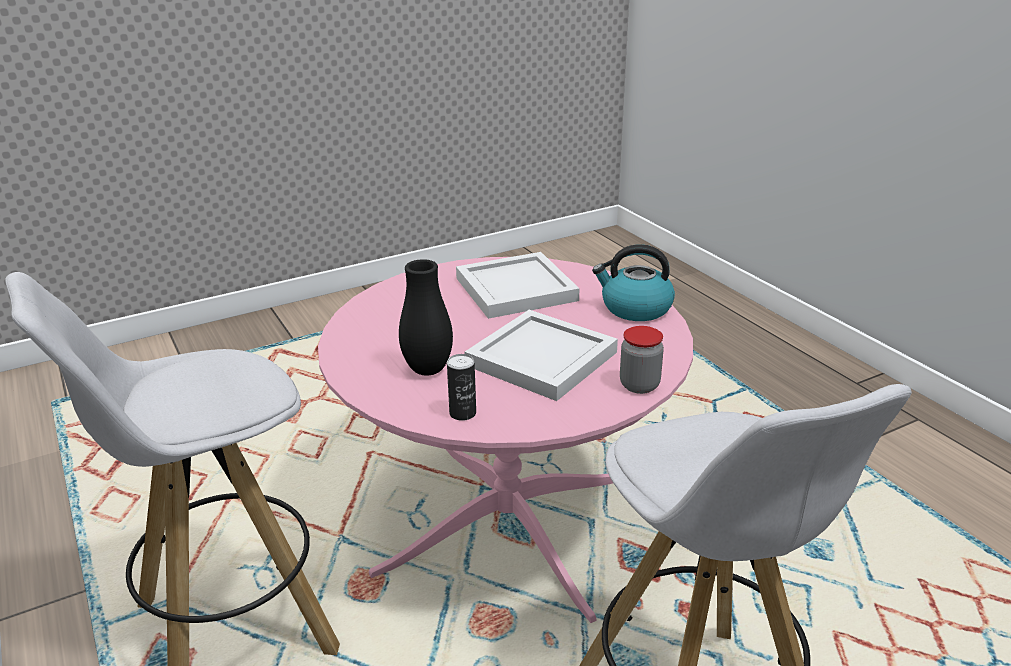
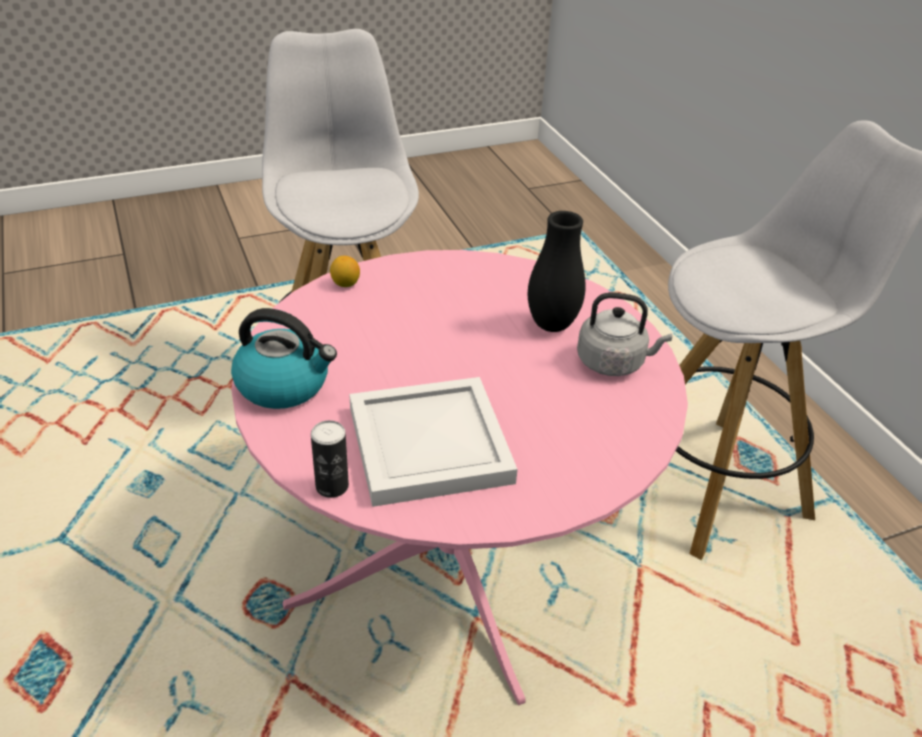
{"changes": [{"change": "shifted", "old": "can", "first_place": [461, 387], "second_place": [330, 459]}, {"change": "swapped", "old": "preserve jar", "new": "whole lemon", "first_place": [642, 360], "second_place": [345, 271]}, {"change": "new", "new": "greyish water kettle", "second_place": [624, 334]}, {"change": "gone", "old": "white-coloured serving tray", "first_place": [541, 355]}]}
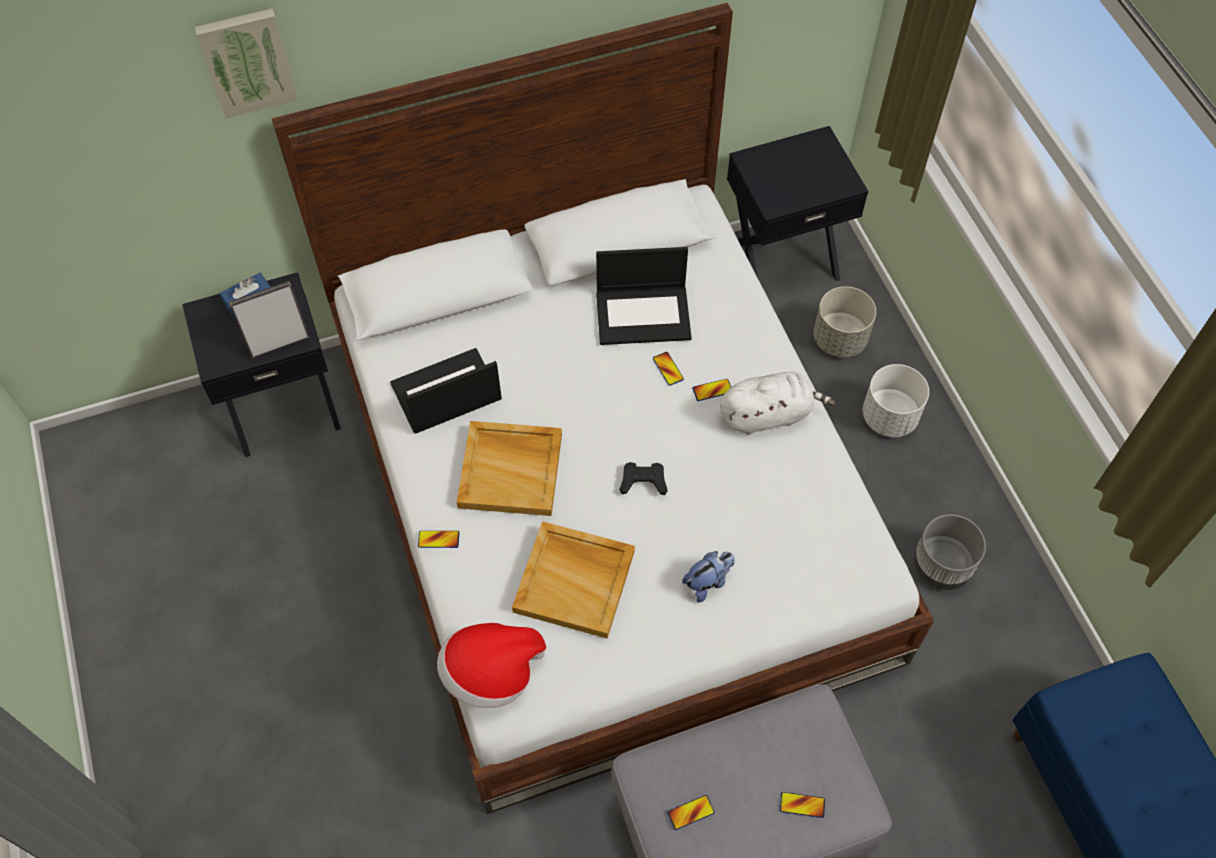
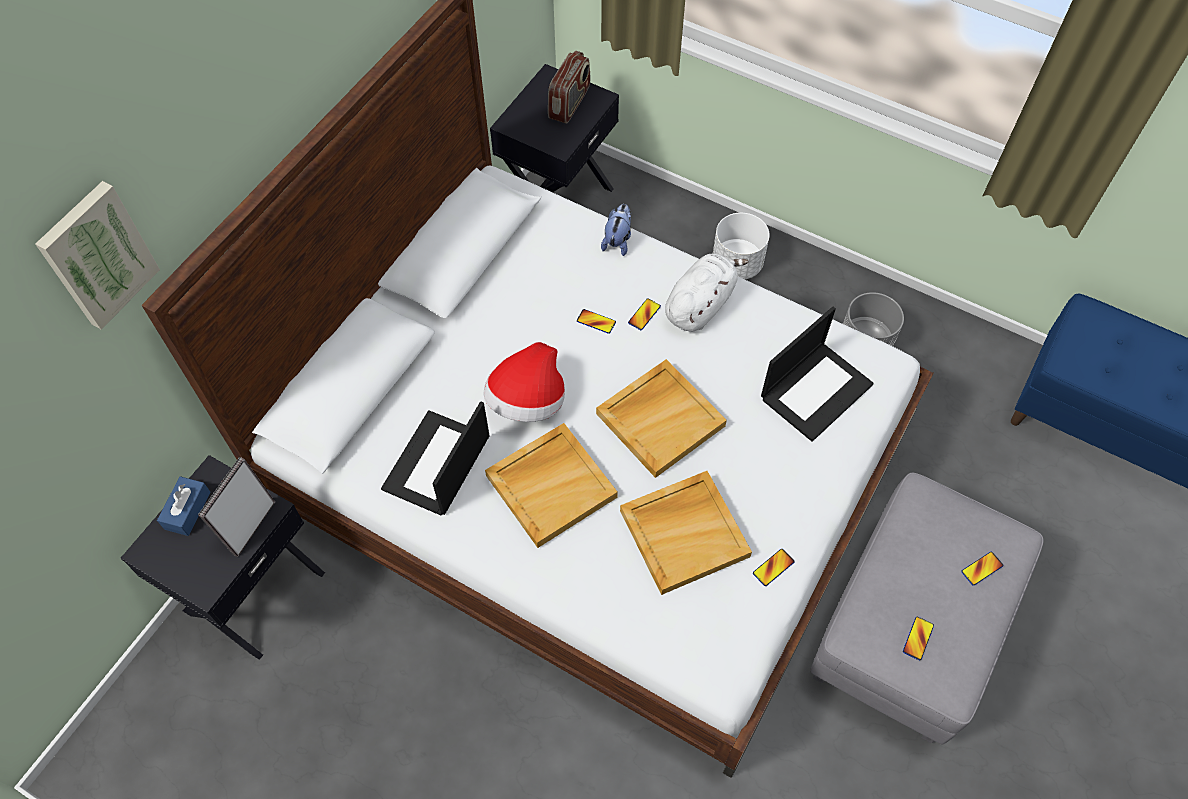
{"changes": [{"change": "shifted", "old": "clothing hat", "first_place": [491, 665], "second_place": [524, 382]}, {"change": "new", "new": "radio receiver", "second_place": [569, 87]}, {"change": "swapped", "old": "blackish joypad", "new": "beige-coloured serving tray", "first_place": [644, 478], "second_place": [661, 418]}, {"change": "shifted", "old": "plush toy", "first_place": [708, 577], "second_place": [616, 230]}, {"change": "shifted", "old": "telephone", "first_place": [439, 539], "second_place": [774, 567]}, {"change": "shifted", "old": "laptop", "first_place": [644, 296], "second_place": [817, 374]}, {"change": "gone", "old": "greyish flower pot", "first_place": [845, 322]}]}
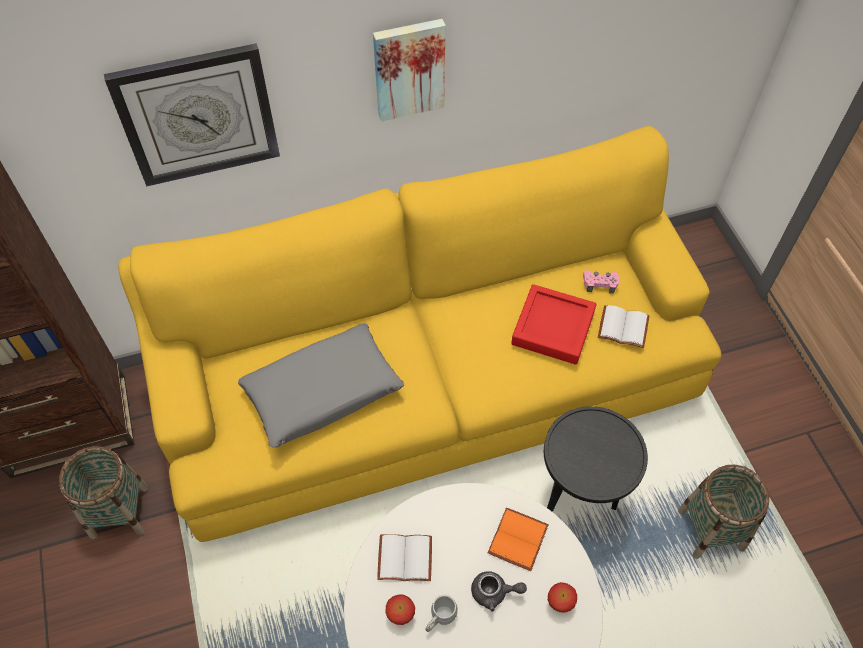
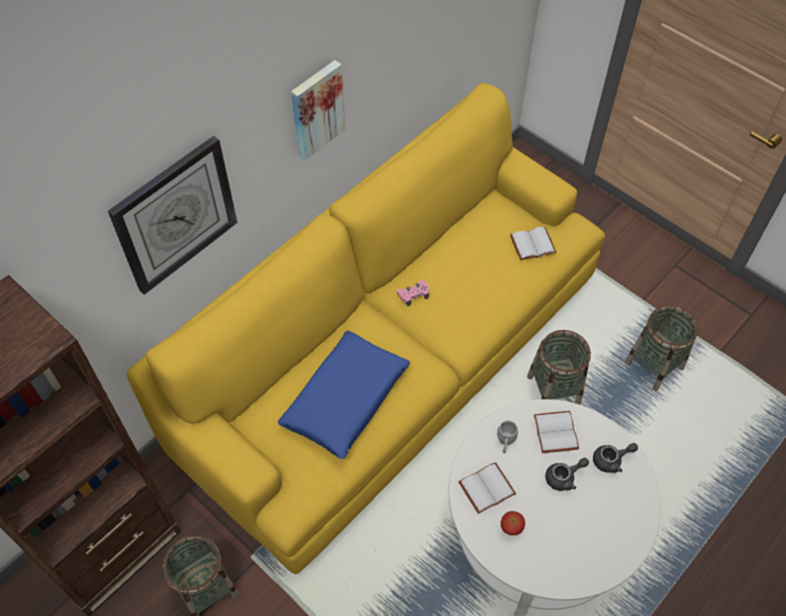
{"changes": [{"change": "repainted", "old": "greyish throw pillow", "new": "blue-coloured throw pillow", "first_place": [321, 386], "second_place": [344, 395]}, {"change": "shifted", "old": "pink joypad", "first_place": [601, 282], "second_place": [413, 293]}, {"change": "shifted", "old": "greyish coffee mug", "first_place": [442, 613], "second_place": [507, 436]}, {"change": "swapped", "old": "blackish end table", "new": "basket", "first_place": [596, 459], "second_place": [559, 367]}, {"change": "repainted", "old": "orangey bound book", "new": "white-coloured bound book", "first_place": [518, 539], "second_place": [556, 432]}, {"change": "swapped", "old": "apple fruit", "new": "greyish tea pot", "first_place": [562, 597], "second_place": [615, 458]}, {"change": "gone", "old": "red-coloured serving tray", "first_place": [553, 324]}]}
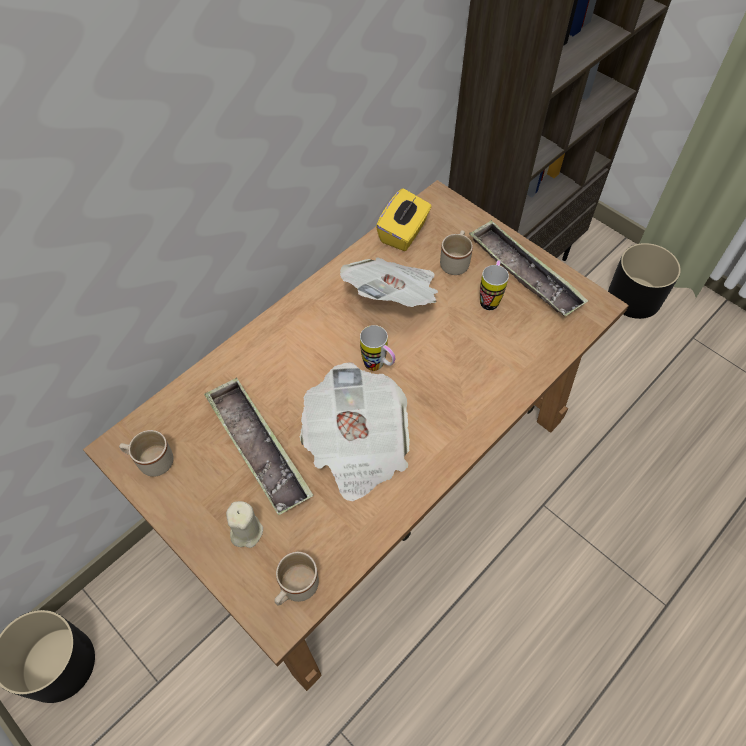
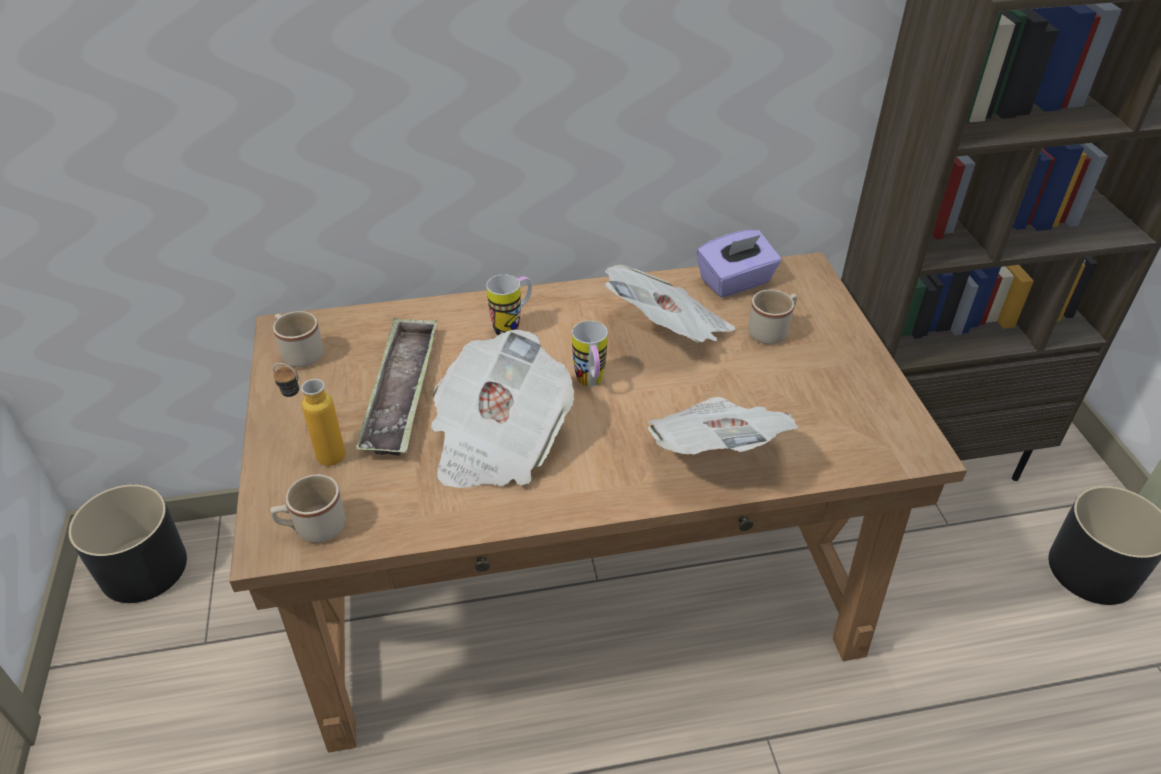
{"changes": [{"change": "swapped", "old": "beige-coloured wax candle", "new": "drink bottle", "first_place": [244, 524], "second_place": [309, 414]}, {"change": "shifted", "old": "coffee mug", "first_place": [494, 285], "second_place": [509, 304]}, {"change": "new", "new": "daily paper", "second_place": [722, 425]}, {"change": "repainted", "old": "yellowish box of tissues", "new": "purple-coloured box of tissues", "first_place": [404, 219], "second_place": [739, 264]}, {"change": "gone", "old": "serving tray", "first_place": [528, 268]}]}
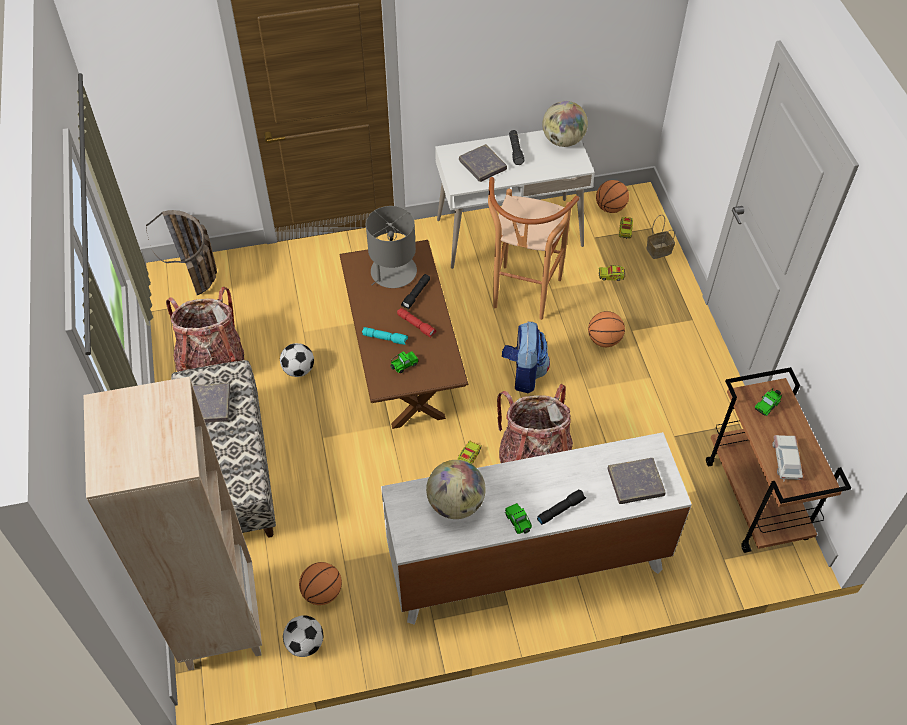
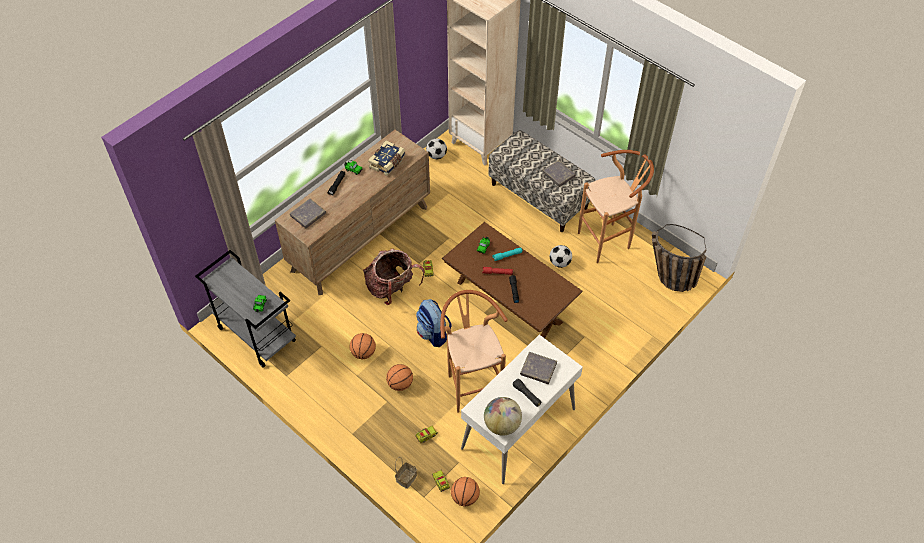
{"changes": [{"change": "repainted", "old": "brownish wheeled cart", "new": "greyish wheeled cart", "first_place": [778, 460], "second_place": [245, 309]}, {"change": "repainted", "old": "white-coloured drawer chest", "new": "brownish drawer chest", "first_place": [536, 528], "second_place": [352, 212]}, {"change": "shifted", "old": "ball for basketball", "first_place": [320, 583], "second_place": [362, 346]}, {"change": "swapped", "old": "world globe", "new": "bound book", "first_place": [456, 489], "second_place": [386, 158]}, {"change": "swapped", "old": "rucksack", "new": "brownish stool seat", "first_place": [205, 329], "second_place": [616, 206]}, {"change": "gone", "old": "greyish table lamp", "first_place": [391, 247]}, {"change": "gone", "old": "model car", "first_place": [787, 458]}]}
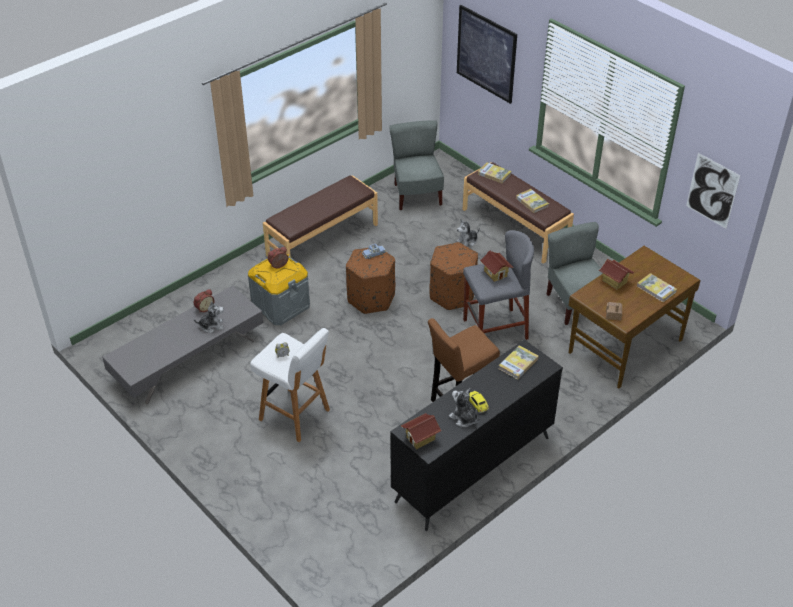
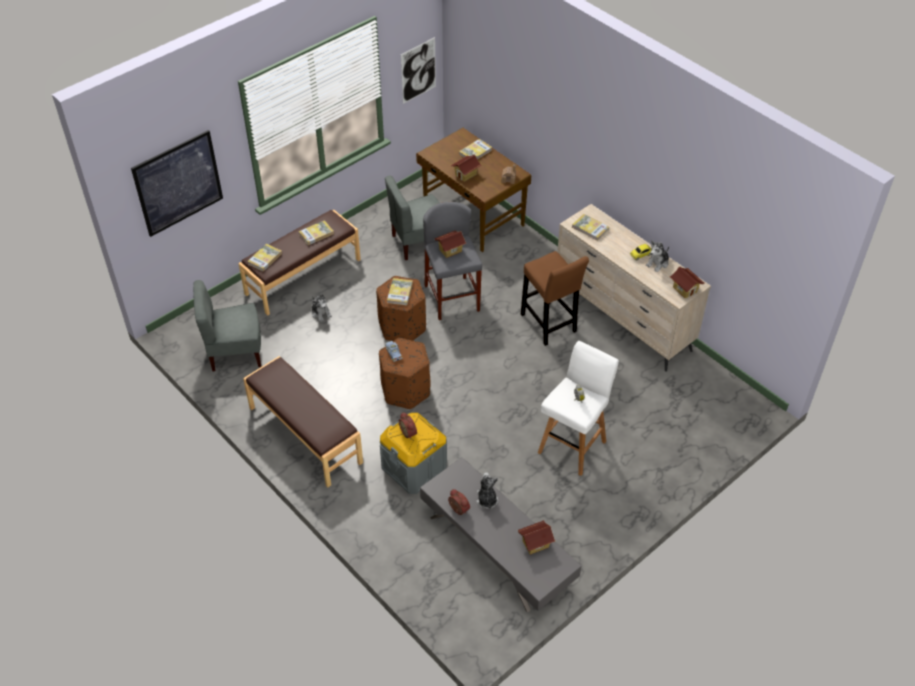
{"changes": [{"change": "new", "new": "bound book", "second_place": [400, 291]}, {"change": "new", "new": "miniature house", "second_place": [536, 537]}, {"change": "repainted", "old": "blackish drawer chest", "new": "beige-coloured drawer chest", "first_place": [476, 435], "second_place": [634, 288]}]}
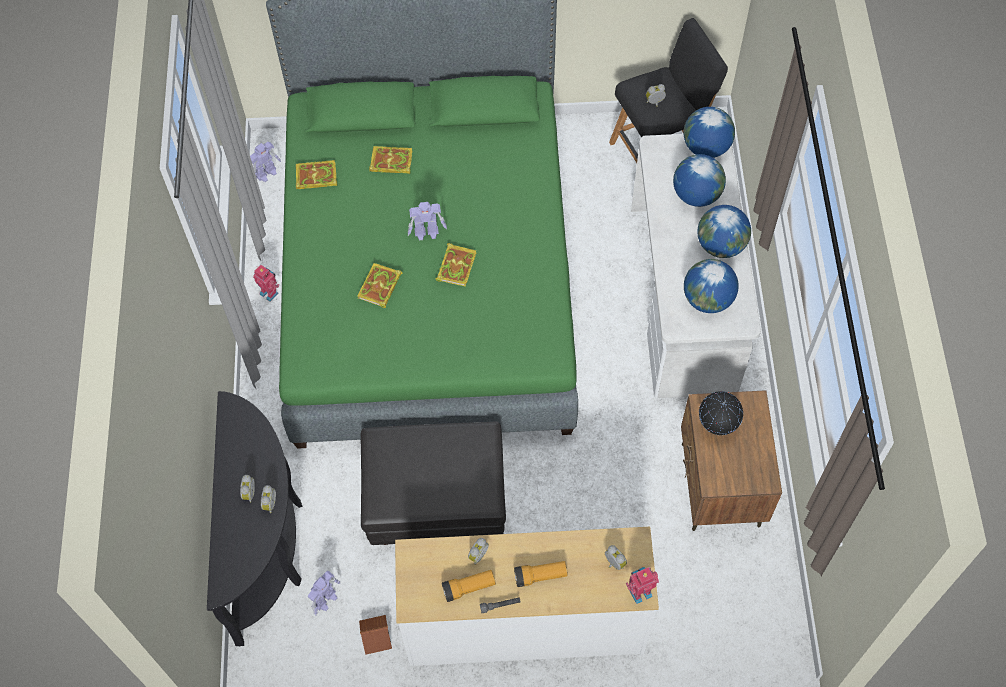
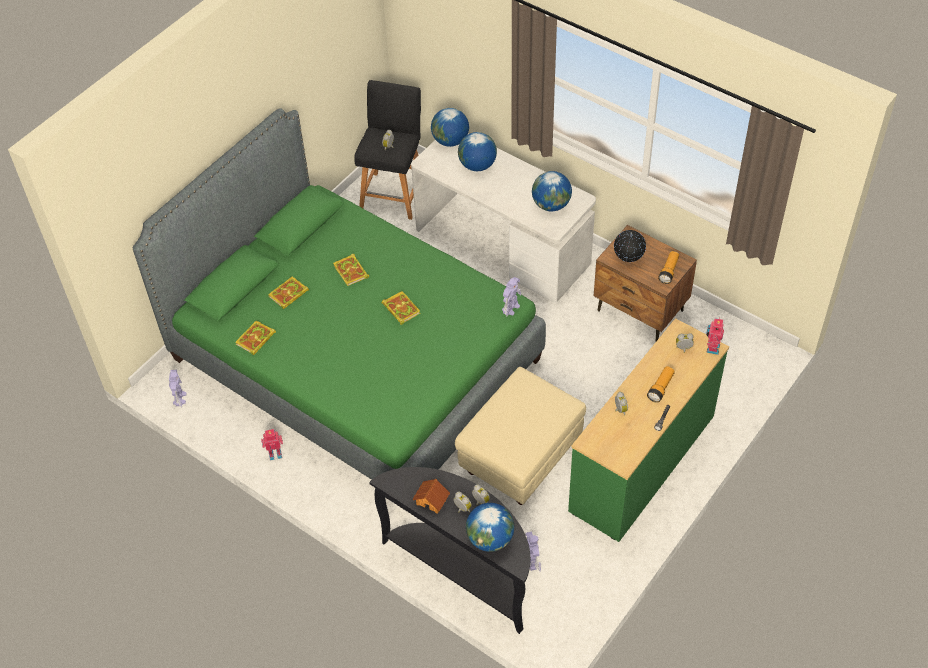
{"changes": [{"change": "shifted", "old": "bound book", "first_place": [380, 285], "second_place": [351, 270]}, {"change": "shifted", "old": "miniature house", "first_place": [375, 635], "second_place": [431, 496]}, {"change": "repainted", "old": "blackish pouffe", "new": "beige-coloured pouffe", "first_place": [433, 483], "second_place": [520, 436]}, {"change": "shifted", "old": "world globe", "first_place": [724, 231], "second_place": [490, 527]}, {"change": "shifted", "old": "robot figure", "first_place": [427, 221], "second_place": [511, 297]}, {"change": "repainted", "old": "white-coloured drawer chest", "new": "greenish drawer chest", "first_place": [527, 596], "second_place": [648, 430]}, {"change": "shifted", "old": "hand torch", "first_place": [469, 586], "second_place": [668, 267]}]}
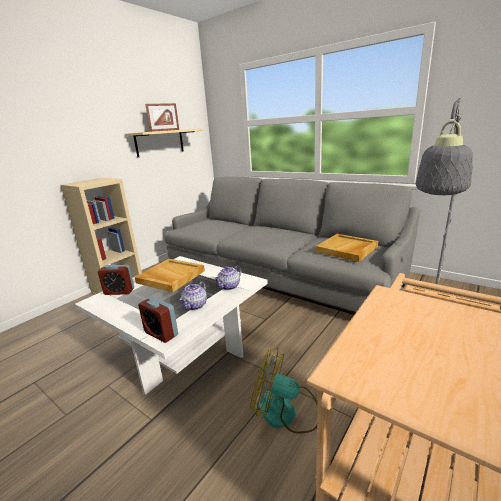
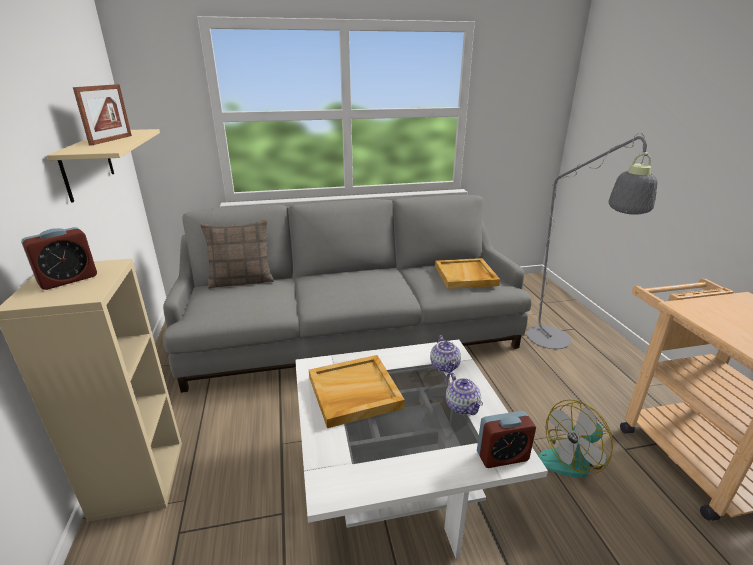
{"changes": [{"change": "shifted", "old": "alarm clock", "first_place": [116, 279], "second_place": [59, 258]}, {"change": "new", "new": "throw pillow", "second_place": [237, 254]}]}
